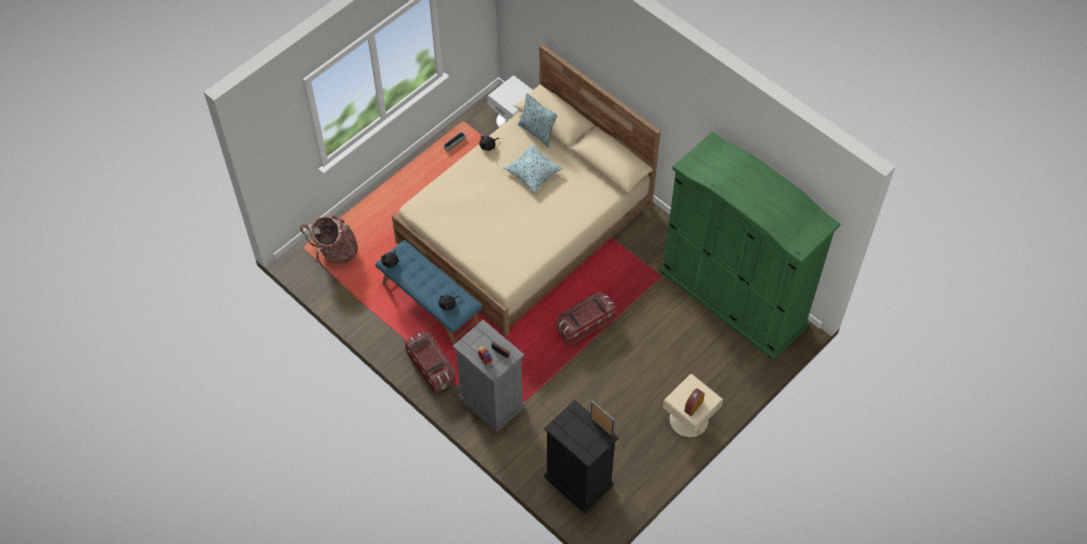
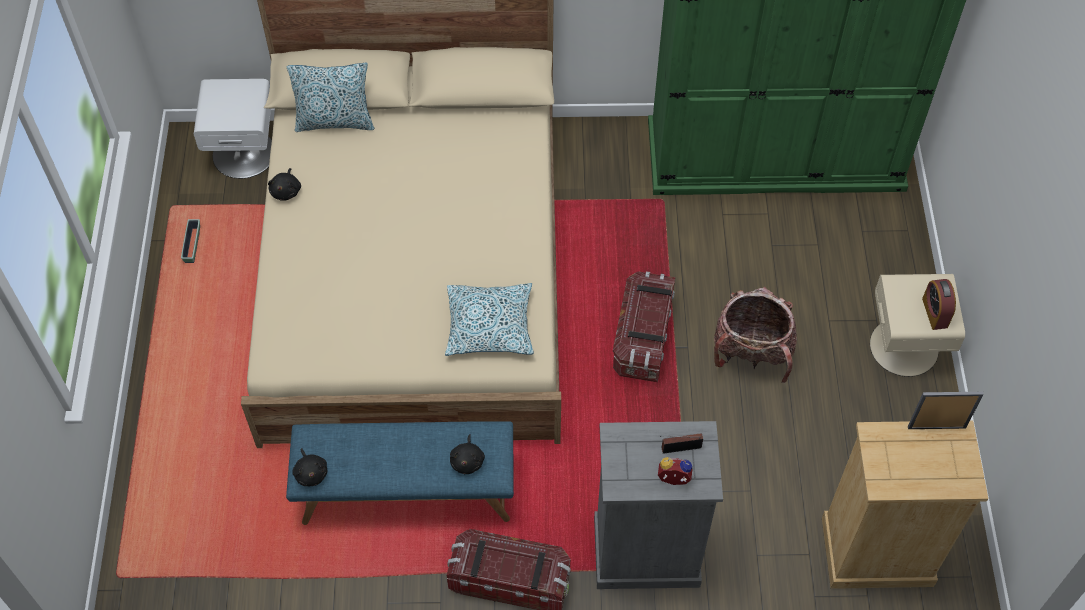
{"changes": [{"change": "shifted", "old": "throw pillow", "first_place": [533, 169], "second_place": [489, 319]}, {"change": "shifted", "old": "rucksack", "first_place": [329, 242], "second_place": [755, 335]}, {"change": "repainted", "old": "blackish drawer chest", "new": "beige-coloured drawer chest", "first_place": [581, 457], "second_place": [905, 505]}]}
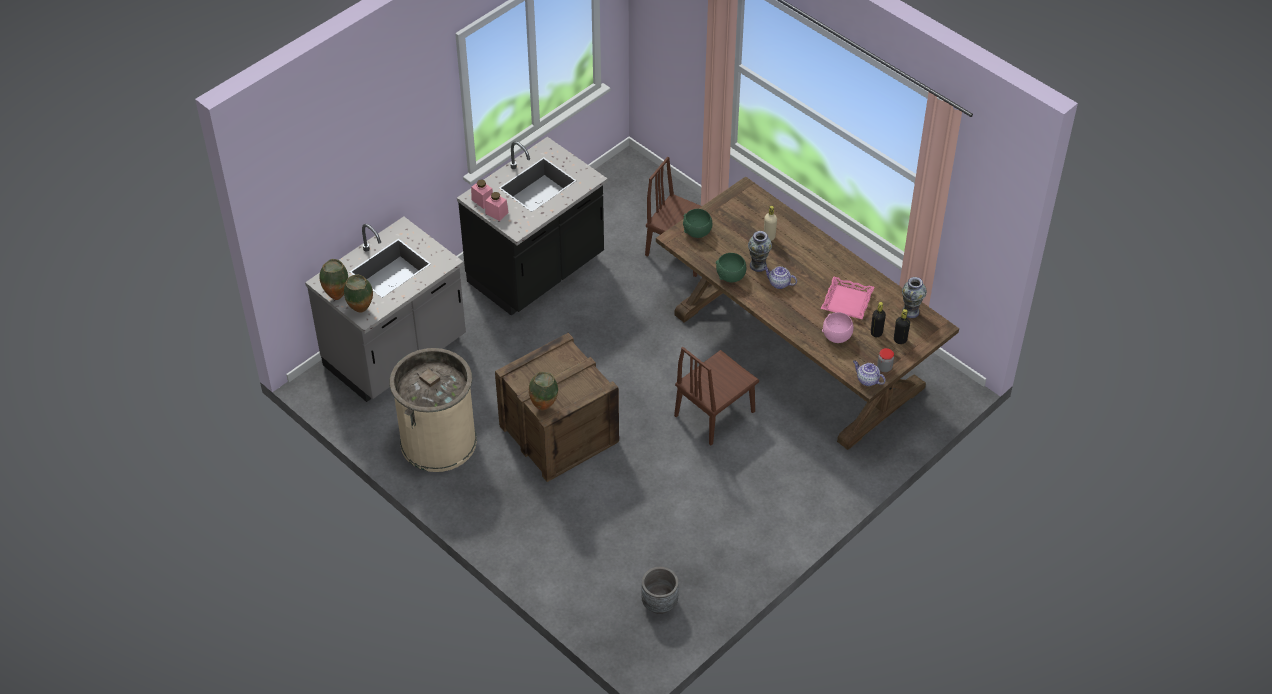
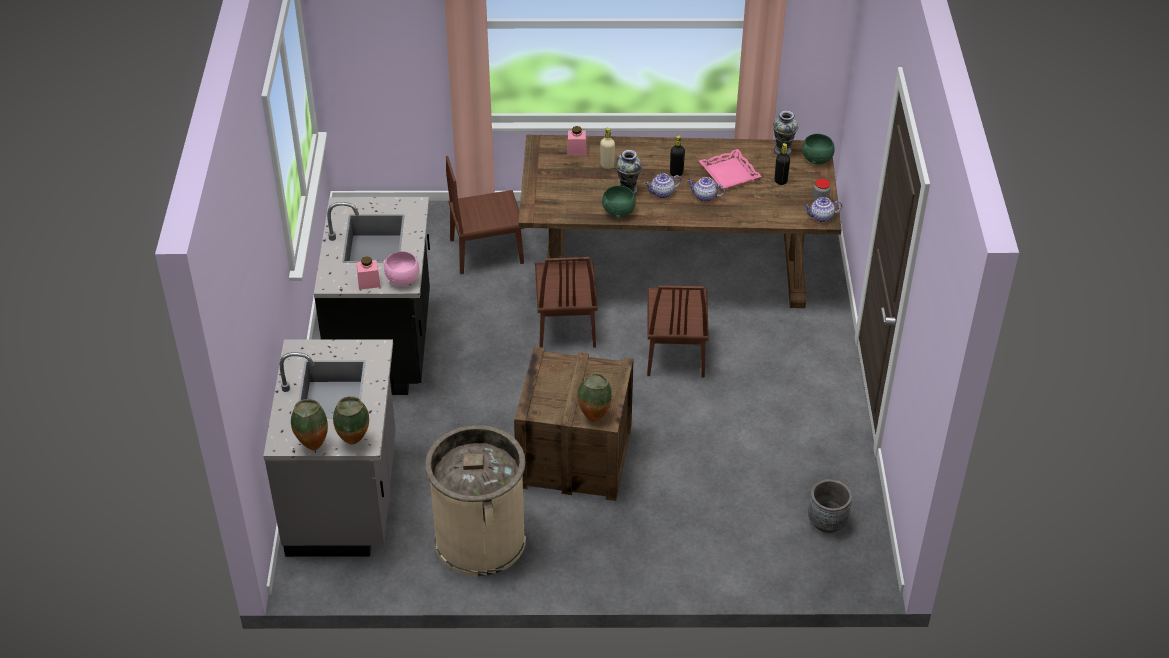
{"changes": [{"change": "shifted", "old": "pink serving bowl", "first_place": [837, 327], "second_place": [401, 268]}, {"change": "new", "new": "brownish chair", "second_place": [566, 302]}, {"change": "shifted", "old": "pink preserve jar", "first_place": [482, 194], "second_place": [577, 141]}, {"change": "shifted", "old": "blackish drink bottle", "first_place": [902, 326], "second_place": [677, 155]}, {"change": "new", "new": "tea pot", "second_place": [706, 189]}, {"change": "shifted", "old": "greenish serving bowl", "first_place": [697, 223], "second_place": [818, 149]}]}
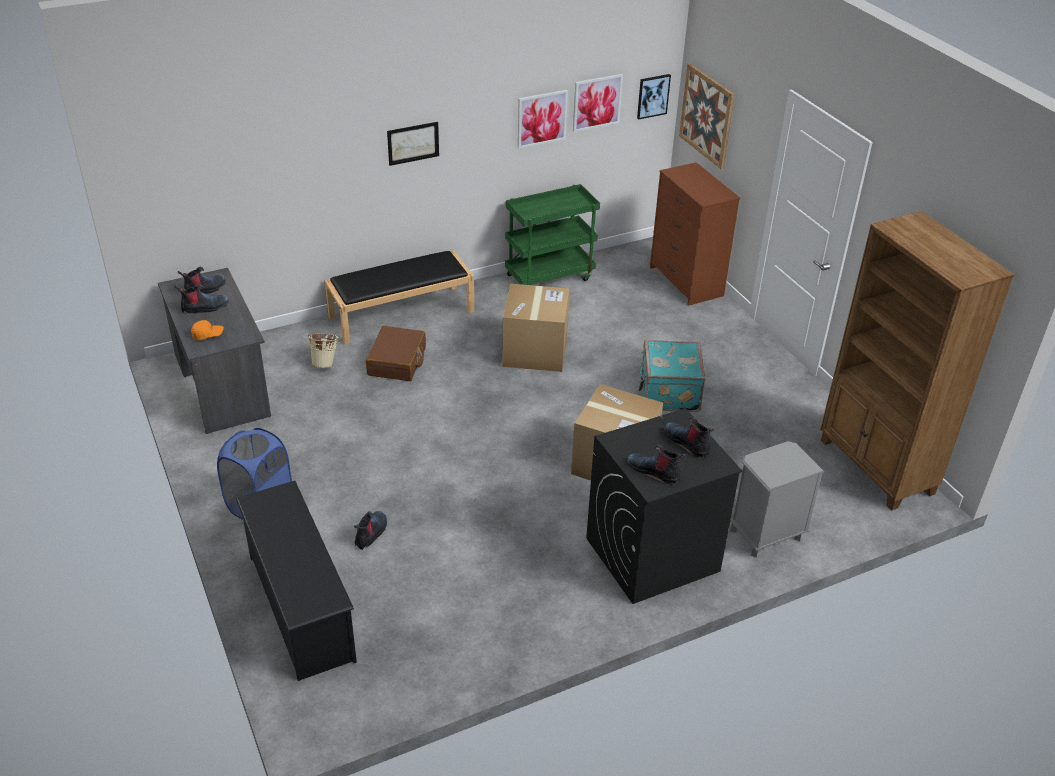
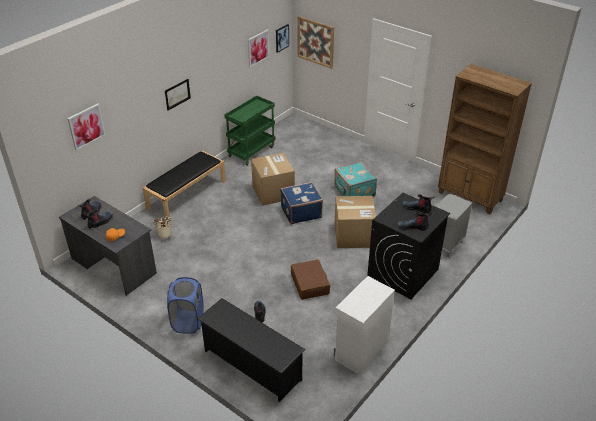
{"changes": [{"change": "shifted", "old": "wall picture", "first_place": [543, 119], "second_place": [87, 127]}, {"change": "new", "new": "blue-coloured piece of luggage", "second_place": [301, 203]}, {"change": "shifted", "old": "brownish piece of luggage", "first_place": [396, 353], "second_place": [310, 279]}, {"change": "new", "new": "white-coloured cabinet", "second_place": [364, 325]}, {"change": "gone", "old": "brownish drawer chest", "first_place": [695, 234]}]}
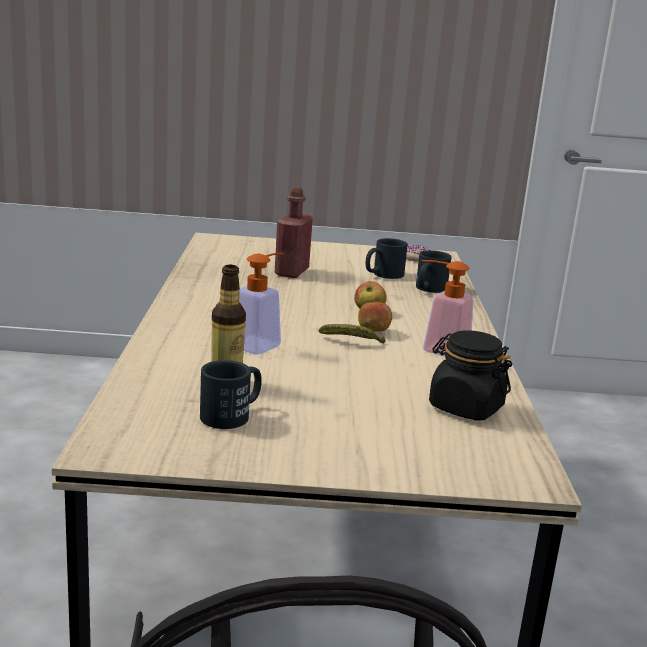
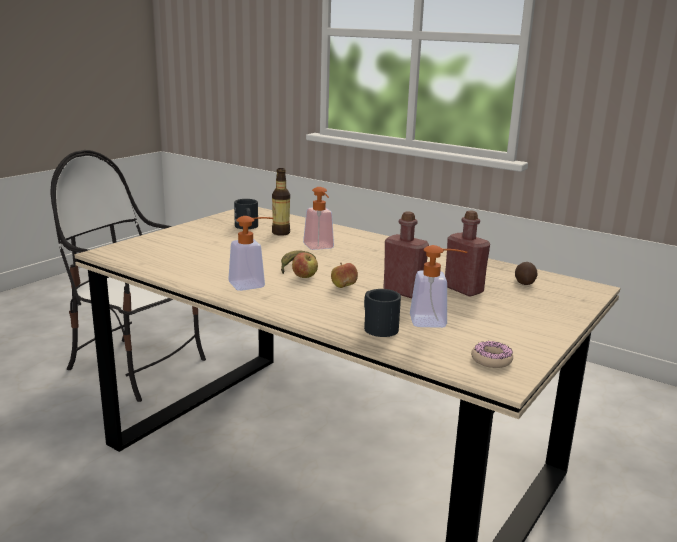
{"changes": [{"change": "new", "new": "red-coloured drink bottle", "second_place": [406, 255]}, {"change": "swapped", "old": "blackish coffee mug", "new": "liquid soap bottle", "first_place": [387, 258], "second_place": [438, 286]}, {"change": "new", "new": "potato", "second_place": [526, 273]}, {"change": "gone", "old": "blackish preserve jar", "first_place": [470, 375]}]}
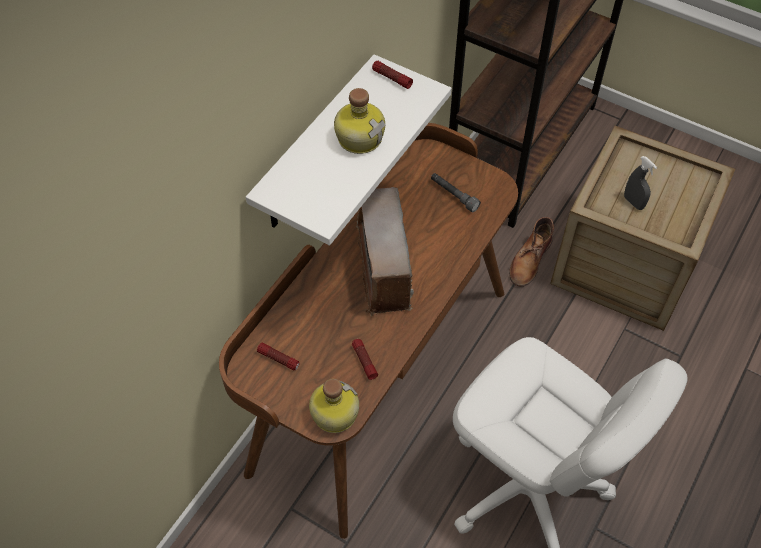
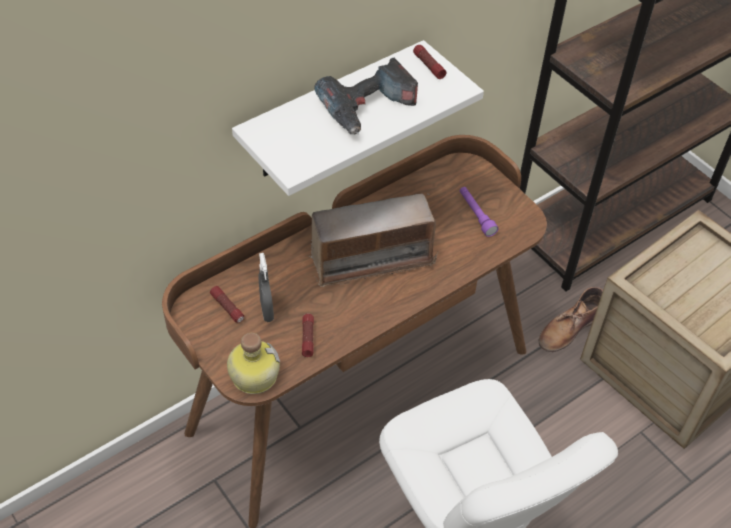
{"changes": [{"change": "shifted", "old": "greyish hand sprayer", "first_place": [640, 183], "second_place": [266, 287]}, {"change": "rotated", "old": "radio receiver", "first_place": [385, 252], "second_place": [374, 240], "degrees": -120}, {"change": "swapped", "old": "drink bottle", "new": "power drill", "first_place": [359, 121], "second_place": [366, 96]}, {"change": "repainted", "old": "greyish hand torch", "new": "purple-coloured hand torch", "first_place": [456, 192], "second_place": [479, 212]}]}
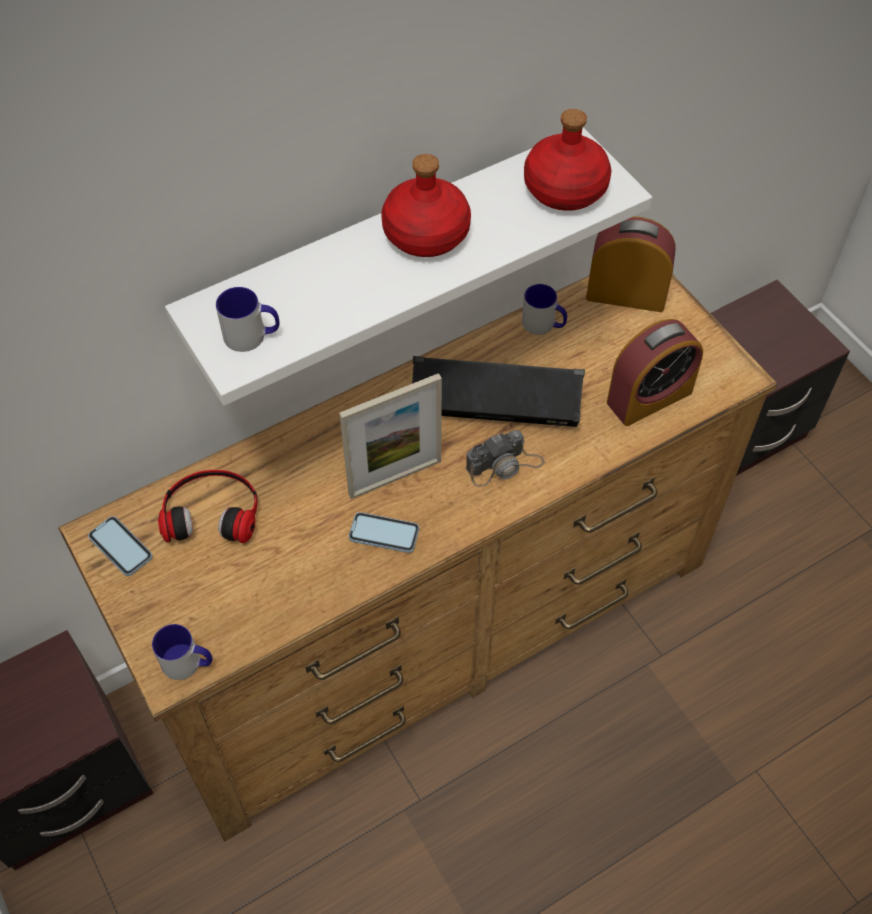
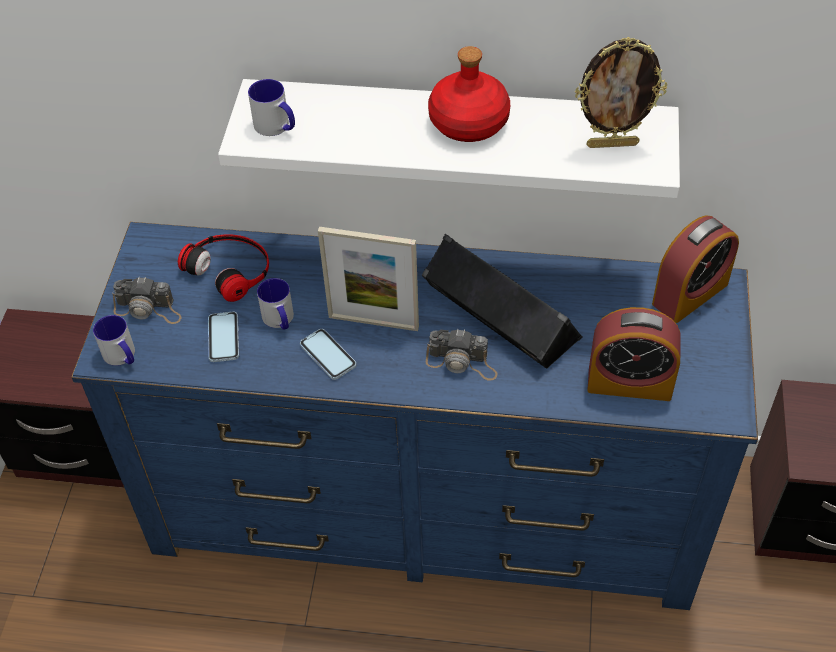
{"changes": [{"change": "repainted", "old": "brownish drawer chest", "new": "blue-coloured drawer chest", "first_place": [418, 558], "second_place": [414, 416]}, {"change": "new", "new": "photo camera", "second_place": [146, 300]}, {"change": "shifted", "old": "telephone", "first_place": [120, 546], "second_place": [223, 337]}, {"change": "shifted", "old": "coffee mug", "first_place": [544, 309], "second_place": [275, 304]}, {"change": "swapped", "old": "red-coloured drink bottle", "new": "standing frame", "first_place": [567, 160], "second_place": [621, 92]}, {"change": "rotated", "old": "alarm clock", "first_place": [631, 264], "second_place": [695, 269], "degrees": 90}]}
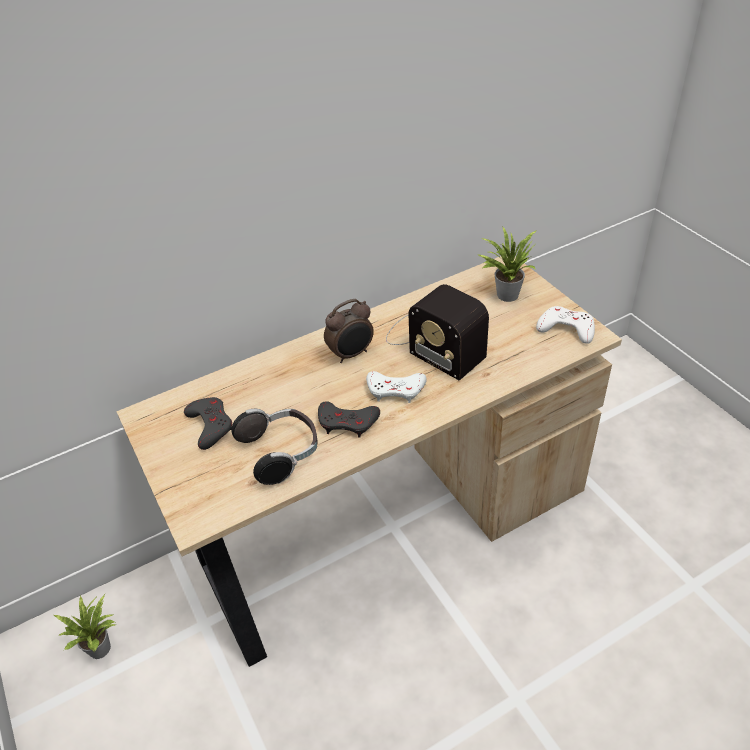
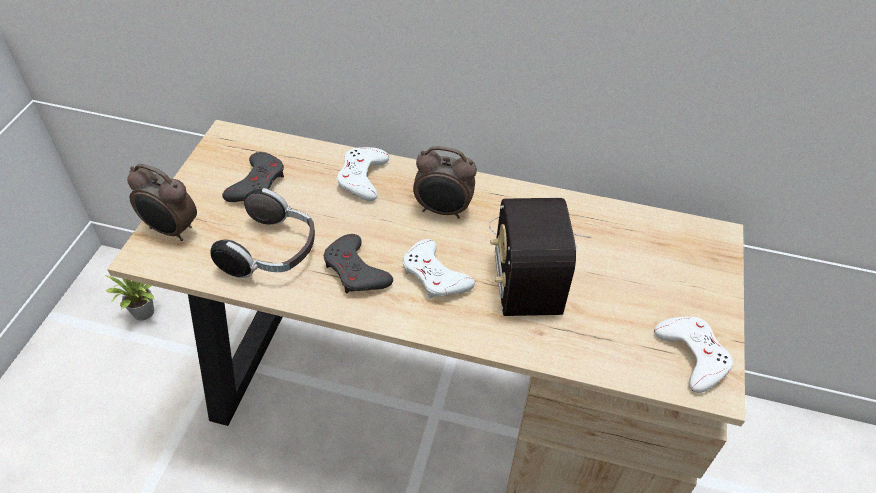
{"changes": [{"change": "new", "new": "alarm clock", "second_place": [162, 202]}, {"change": "new", "new": "white-coloured joypad", "second_place": [363, 174]}, {"change": "gone", "old": "houseplant", "first_place": [507, 264]}]}
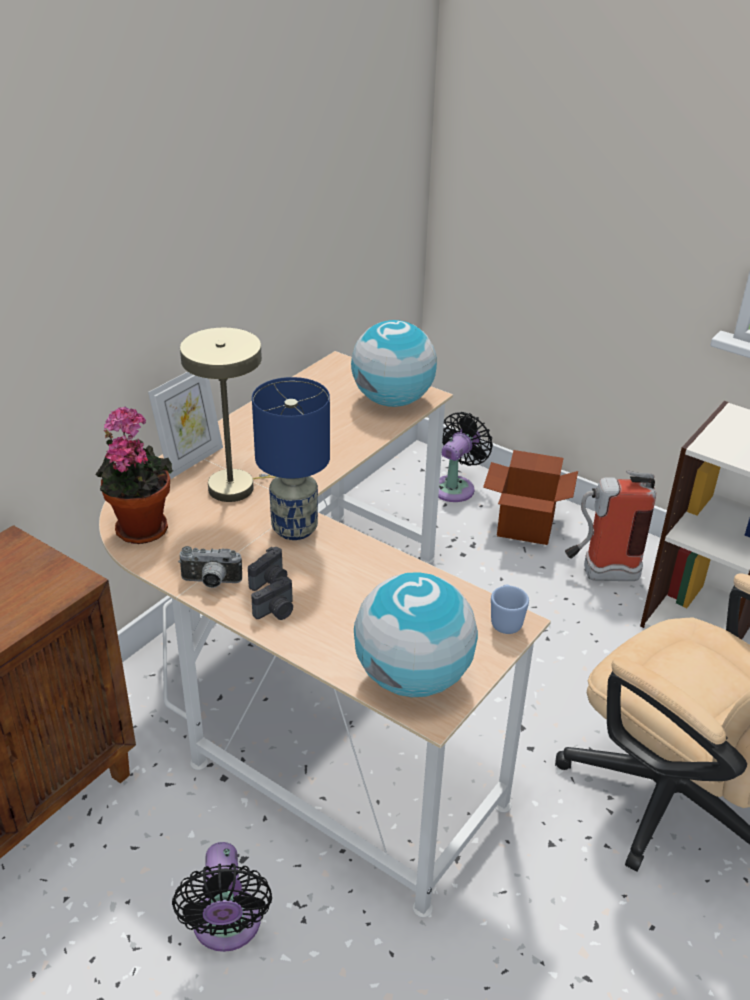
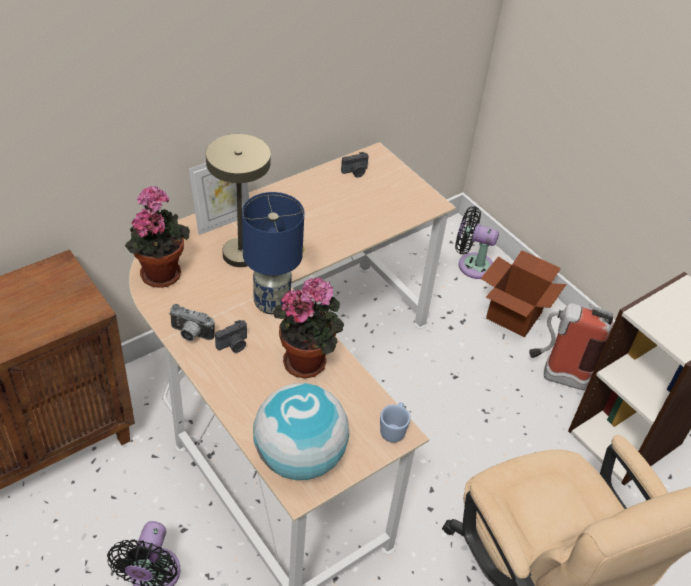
{"changes": [{"change": "new", "new": "houseplant", "second_place": [308, 327]}, {"change": "shifted", "old": "photo camera", "first_place": [272, 598], "second_place": [355, 164]}, {"change": "rotated", "old": "blackish electric fan", "first_place": [465, 457], "second_place": [477, 242], "degrees": -120}, {"change": "gone", "old": "world globe", "first_place": [394, 363]}]}
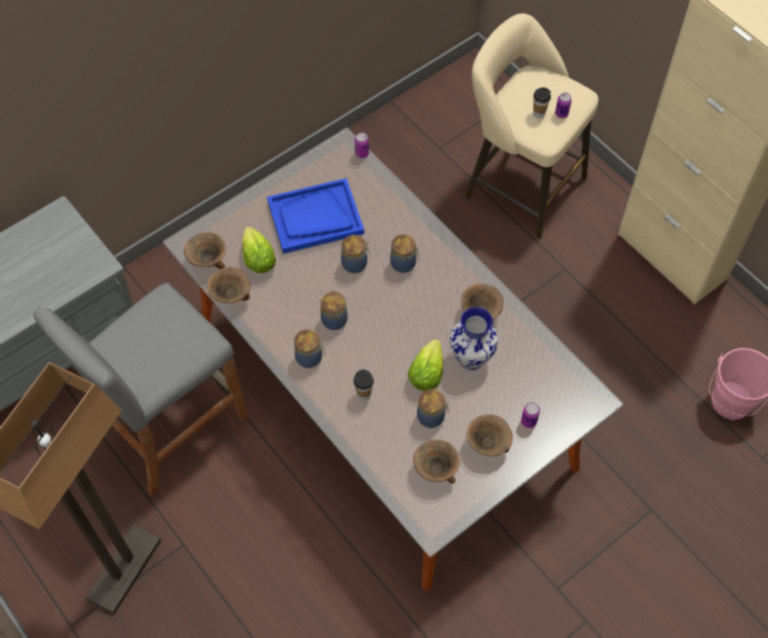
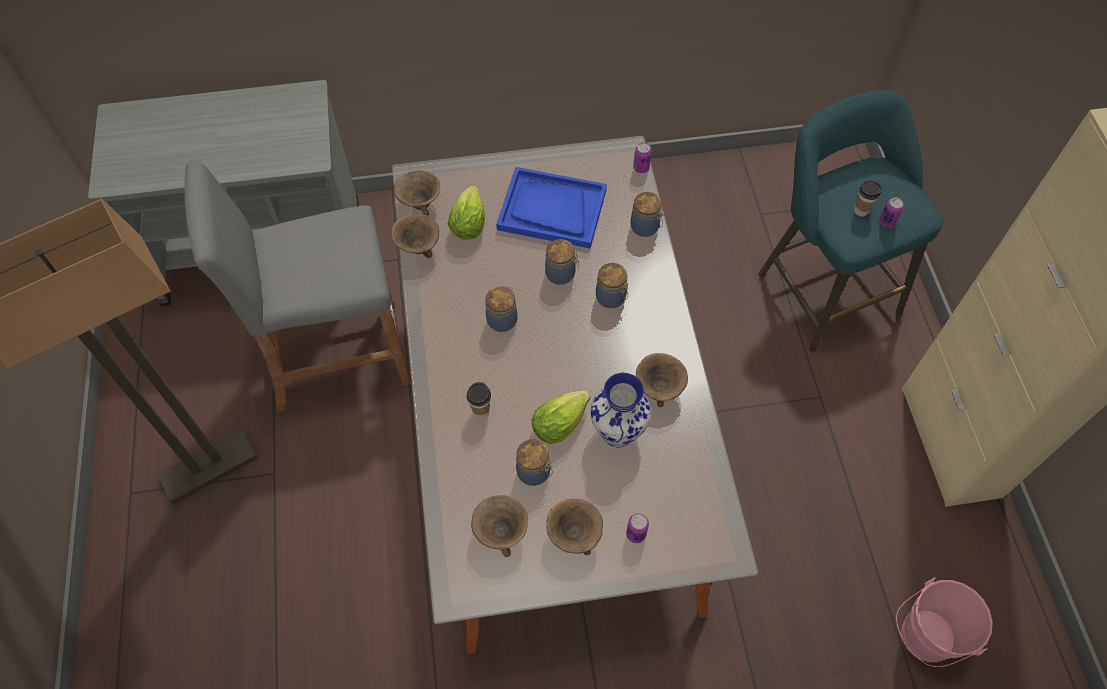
{"changes": [{"change": "shifted", "old": "preserve jar", "first_place": [309, 348], "second_place": [647, 214]}, {"change": "repainted", "old": "beige-coloured stool seat", "new": "blue-green stool seat", "first_place": [531, 125], "second_place": [850, 221]}]}
